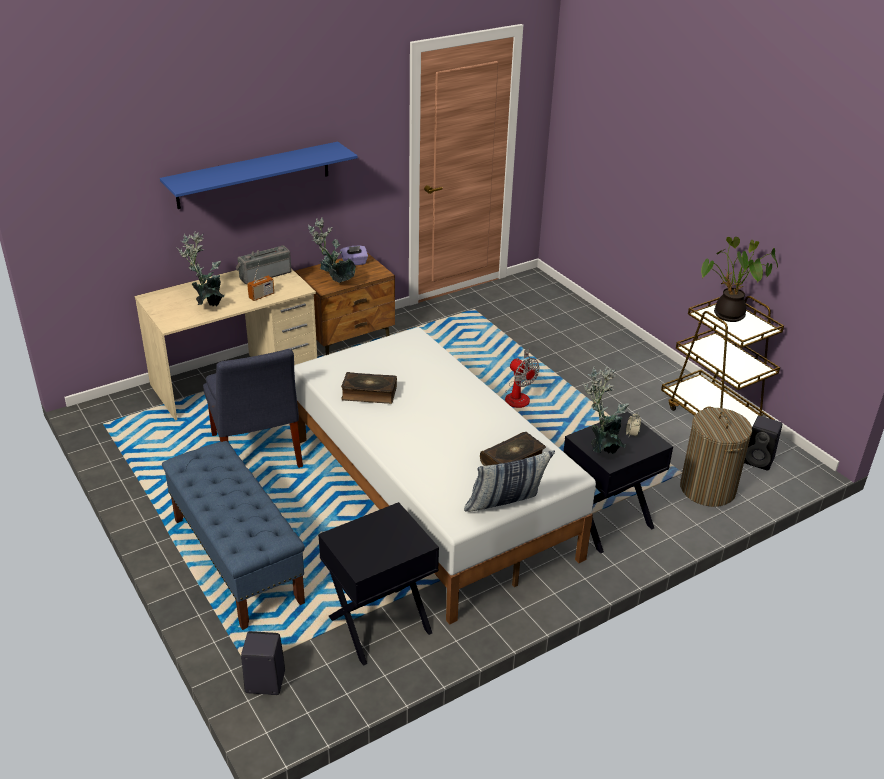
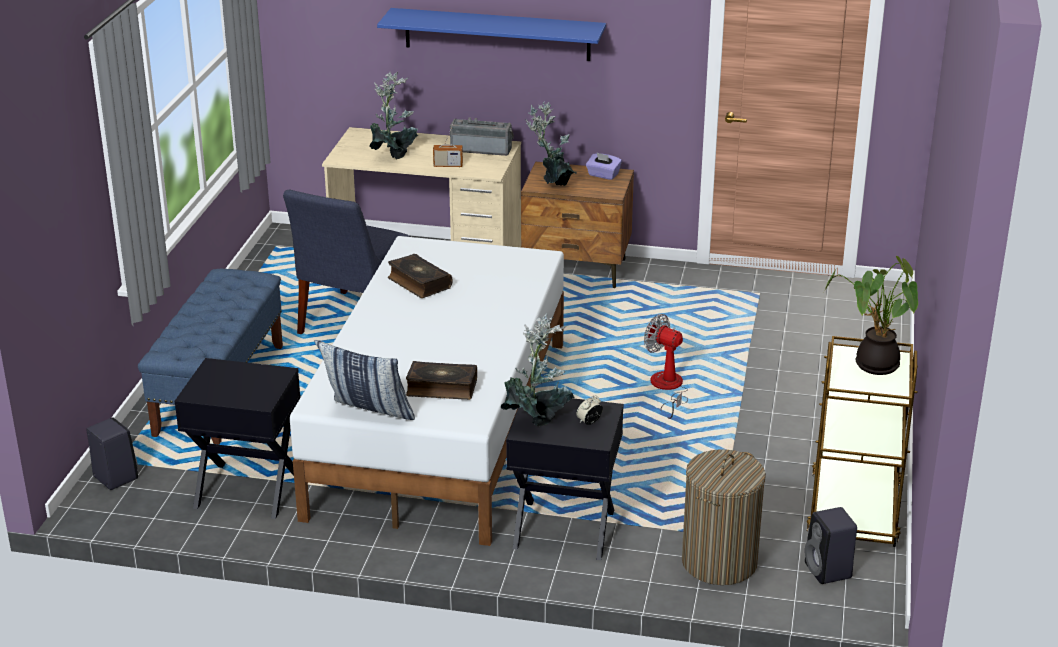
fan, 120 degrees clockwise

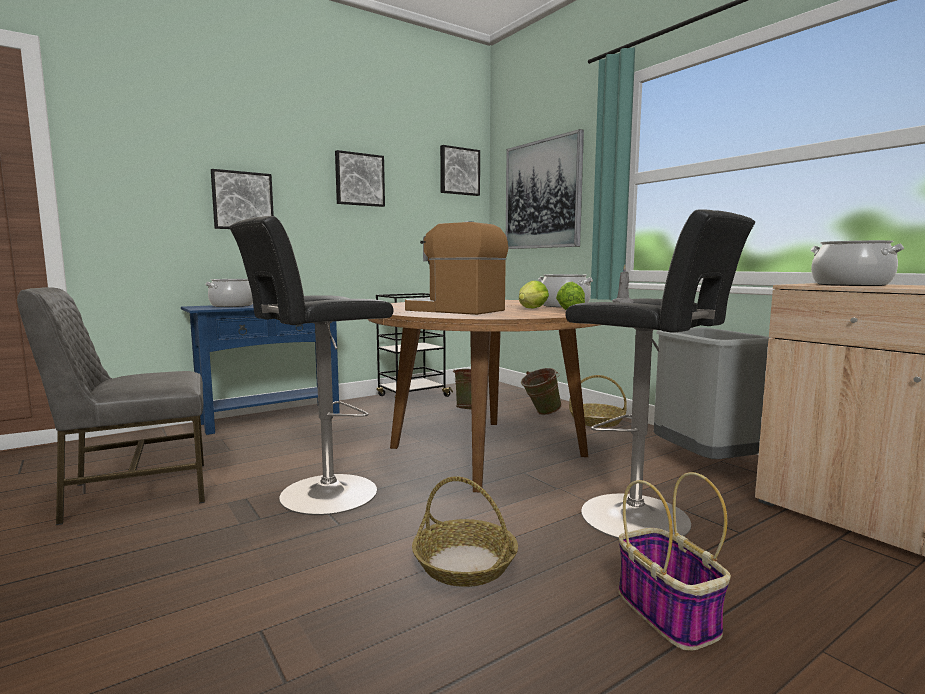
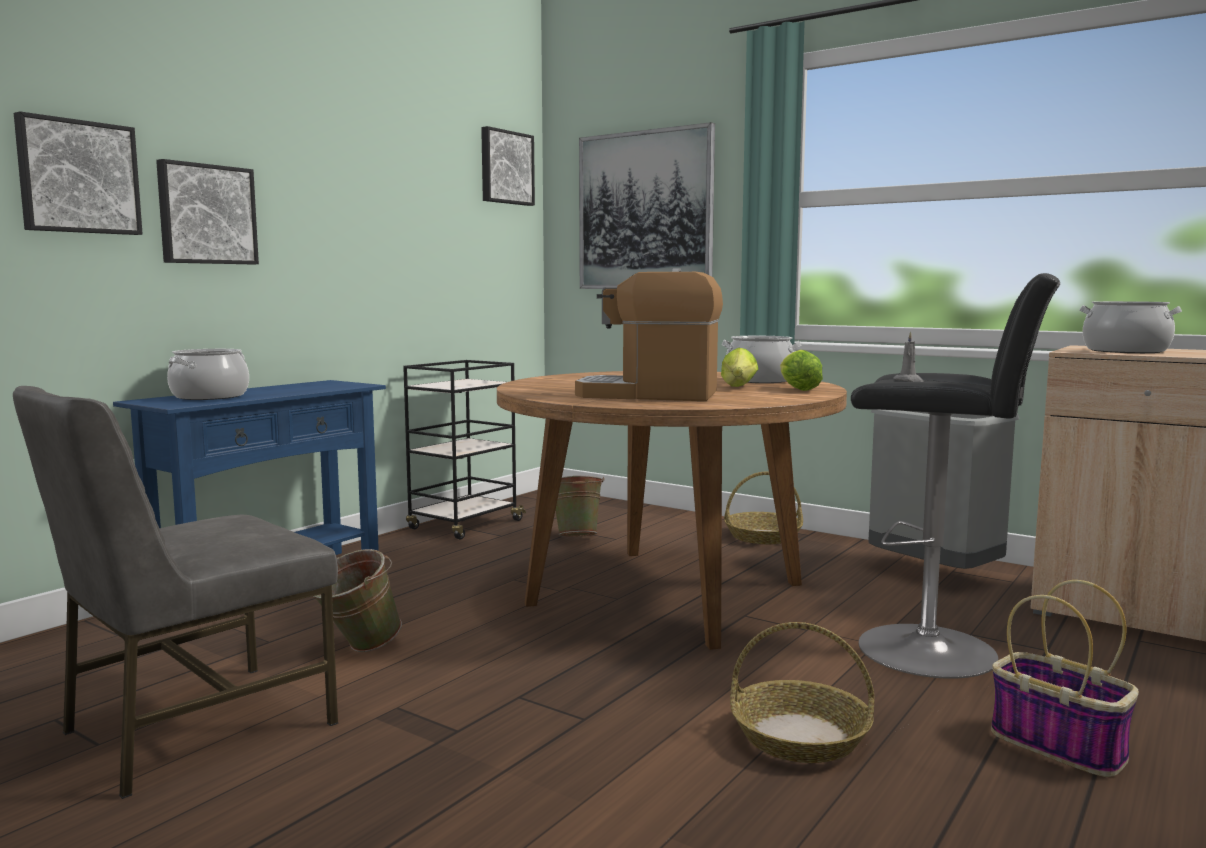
picture (no. 2 from left in the first image) -> picture (no. 1 from left), shifted
green bucket (no. 2 from left in the first image) -> green bucket (no. 1 from left), shifted
black stool (no. 1 from left) -> none

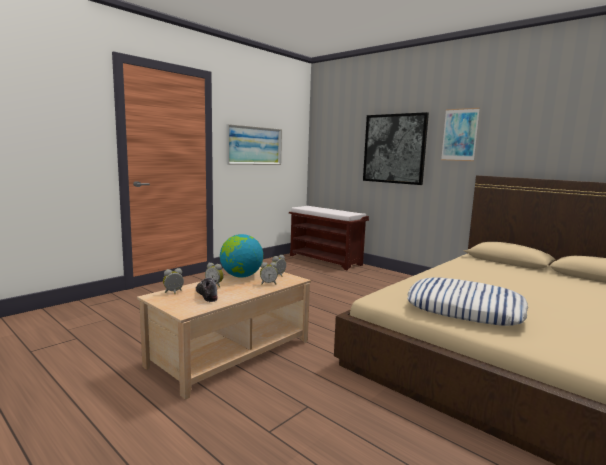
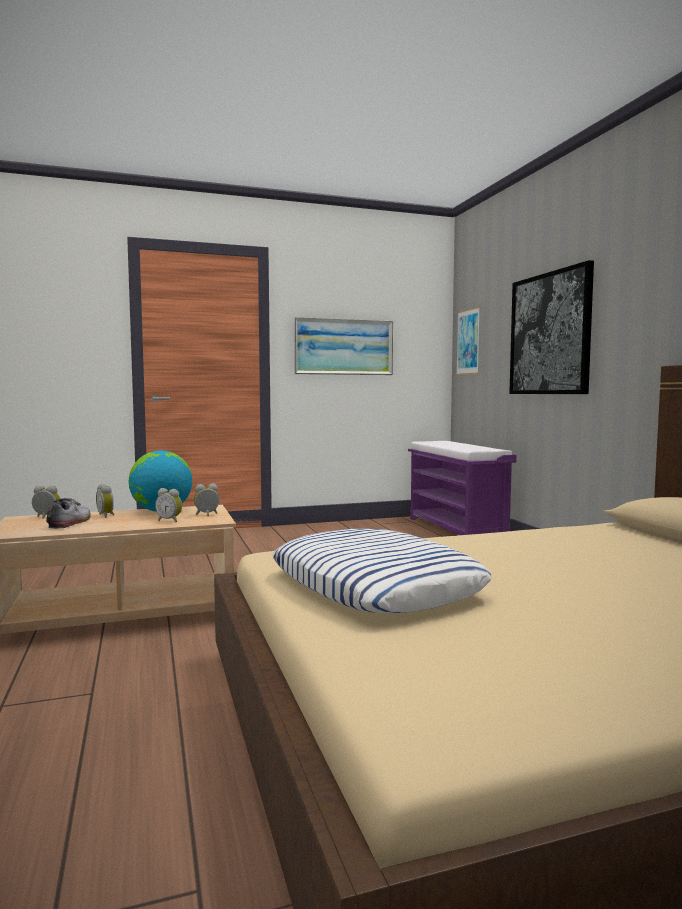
brown bench -> purple bench
picture (no. 3 from left in the first image) -> picture (no. 2 from left), shifted

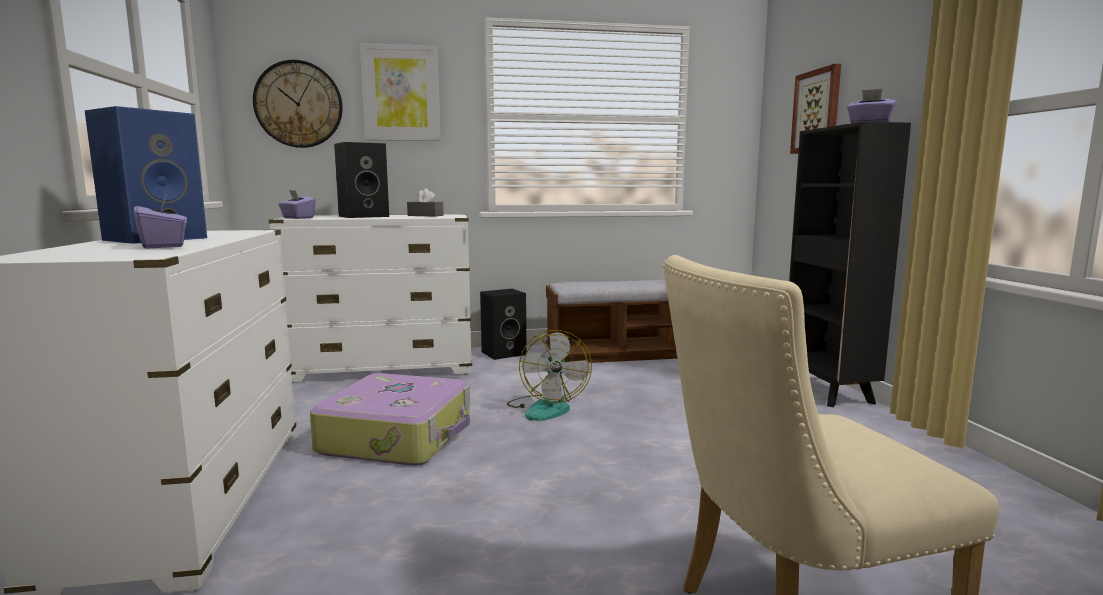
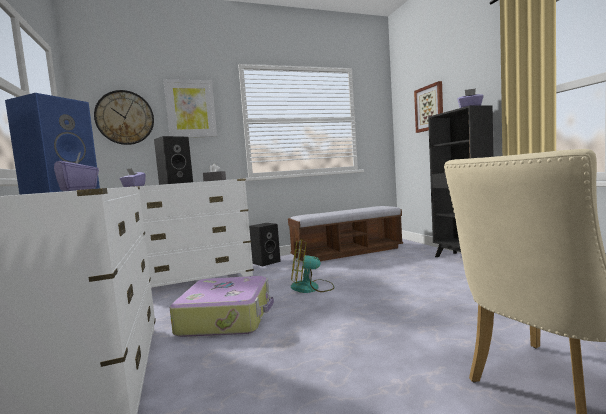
fan, 105 degrees clockwise

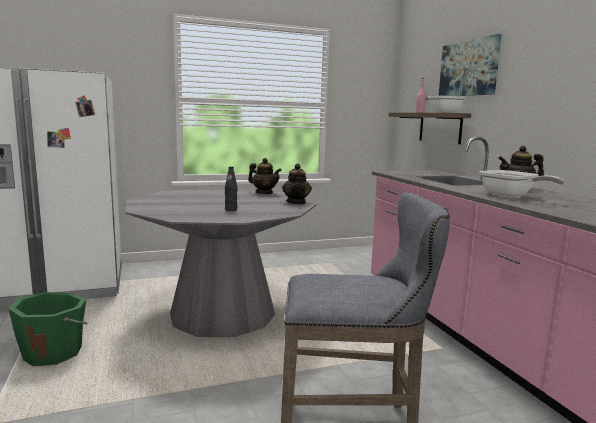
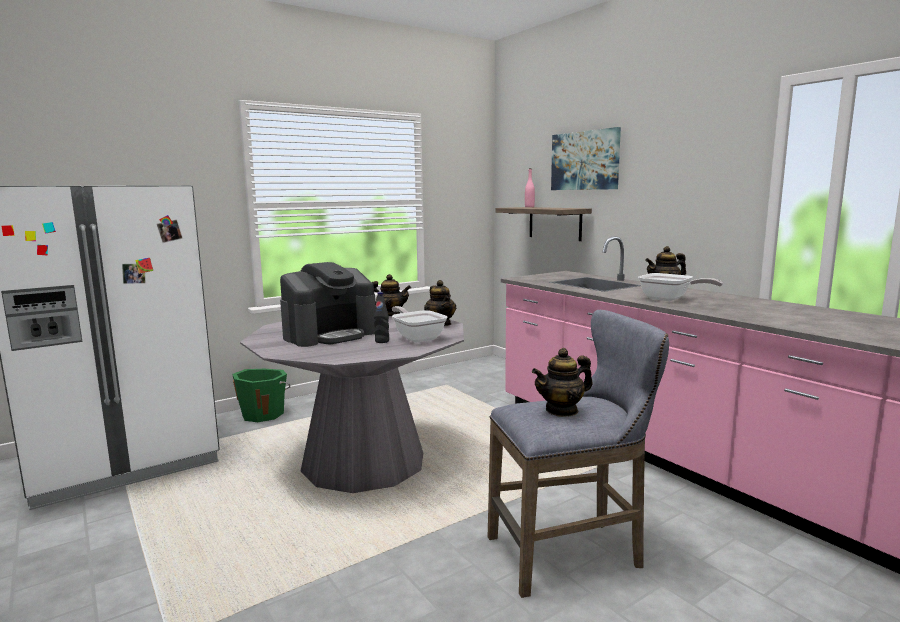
green bucket, shifted
none -> coffee machine
frying pan (no. 1 from left), shifted
none -> teapot (no. 3 from left)

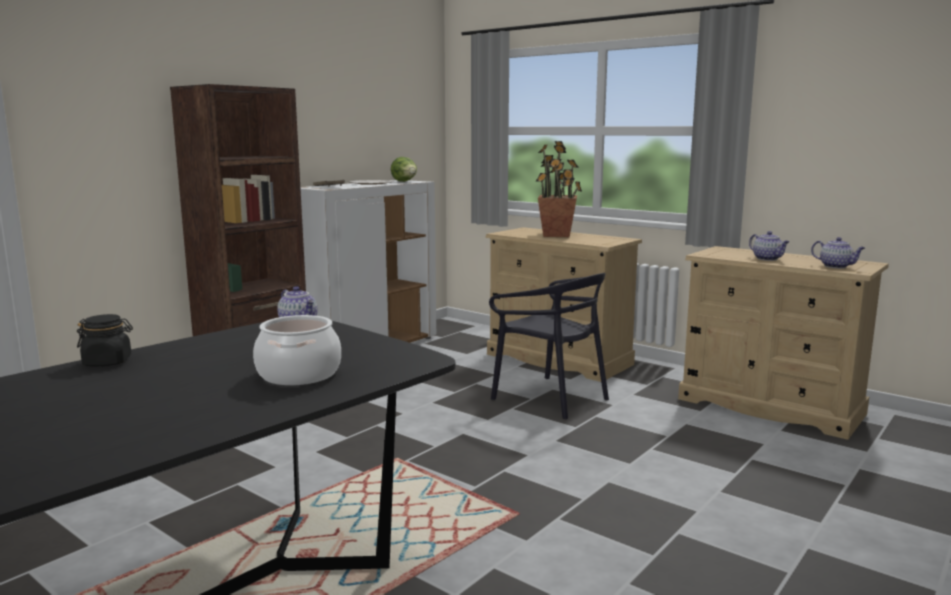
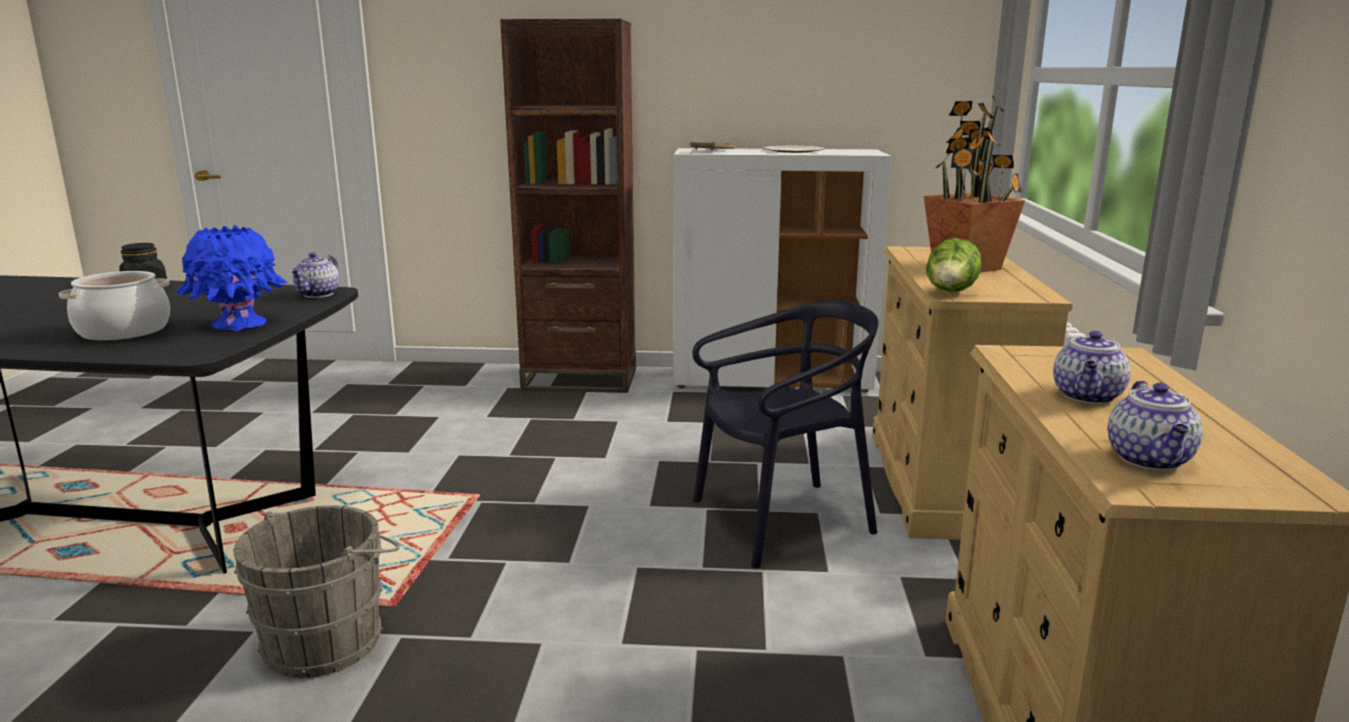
none -> blue vase
none -> grey bucket
black chair, 120 degrees counterclockwise
lettuce, shifted

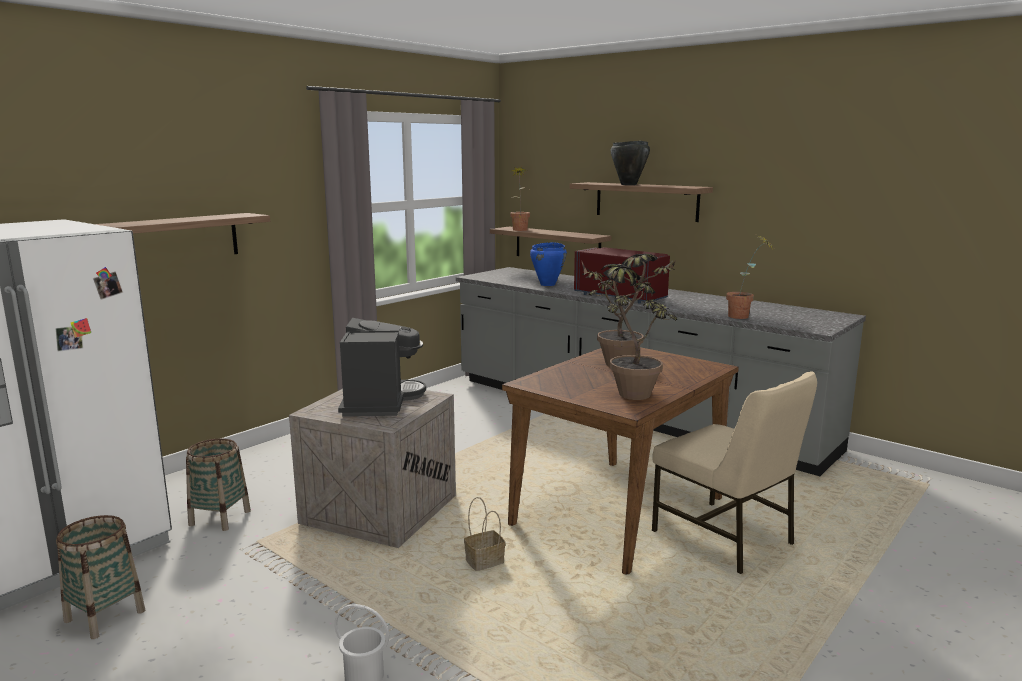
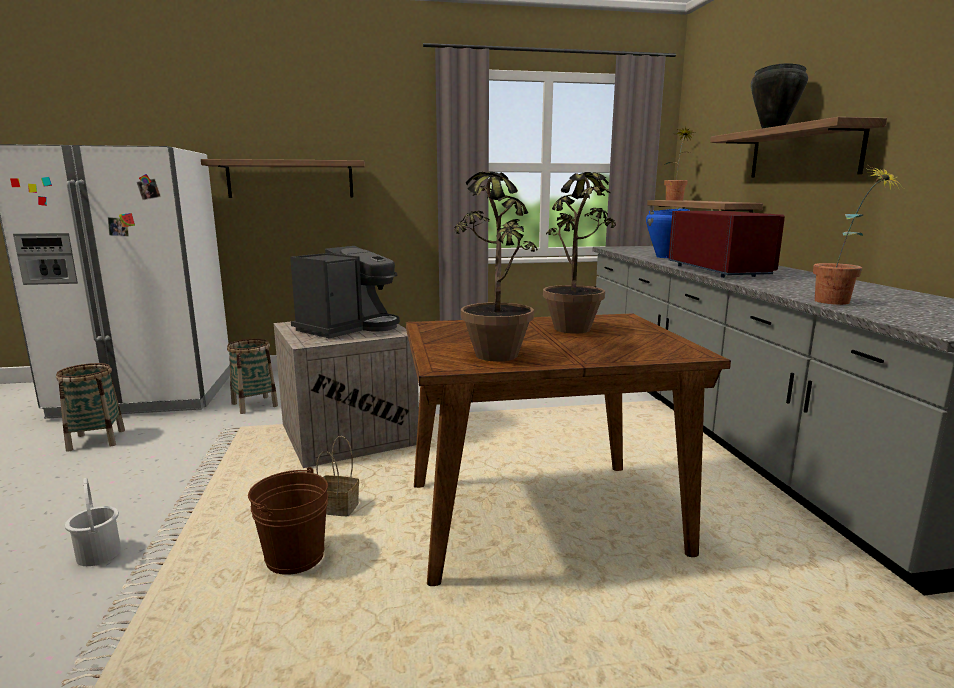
none -> brown bucket
beige chair -> none

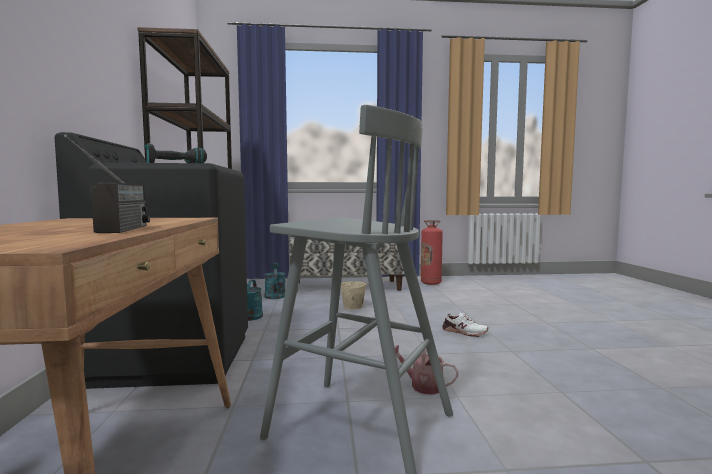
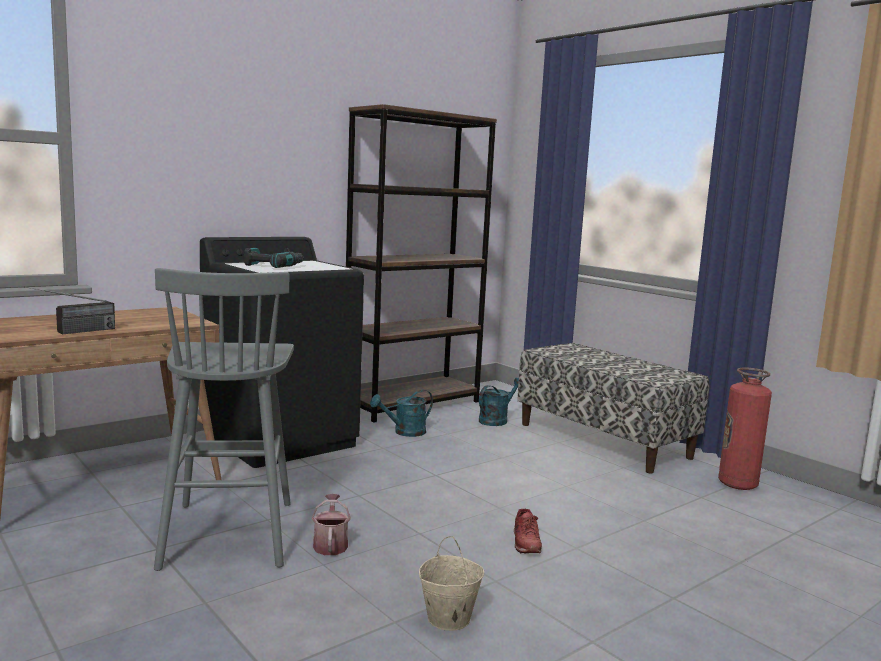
beige bucket, shifted
white shoe -> red shoe

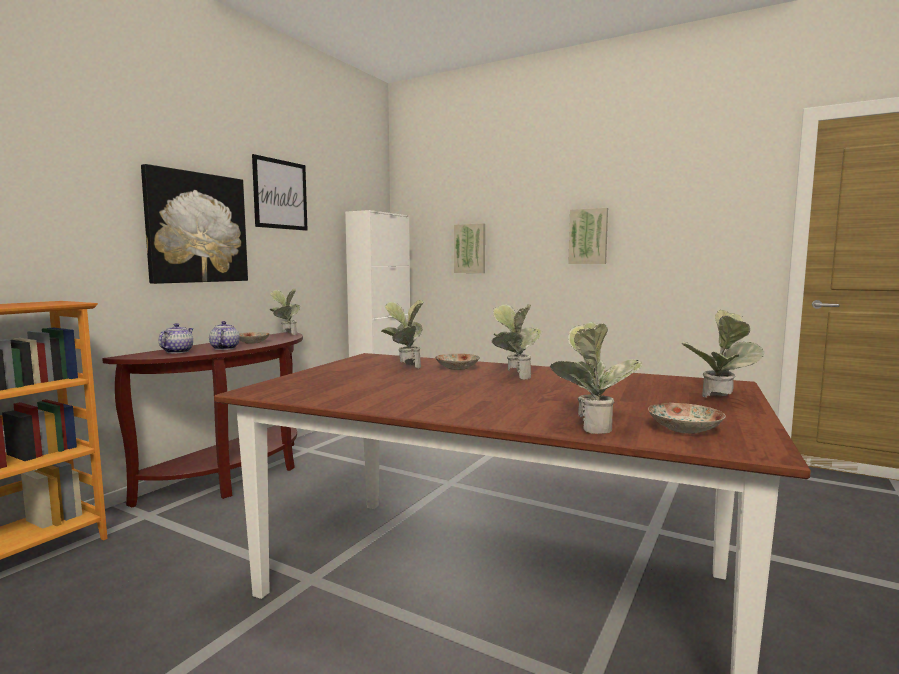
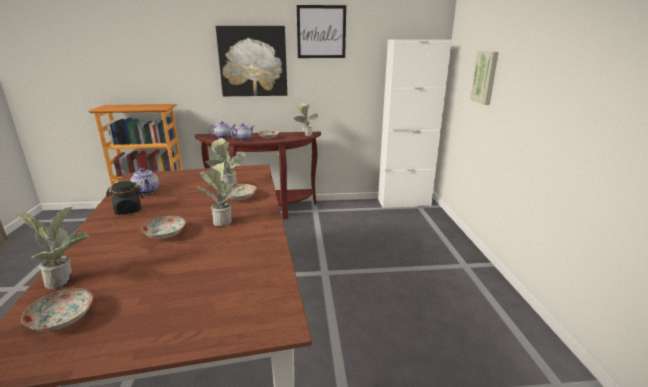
none -> black jar
none -> teapot (no. 1 from left)
none -> plate (no. 2 from left)
picture (no. 4 from left) -> none
potted plant (no. 5 from left) -> none

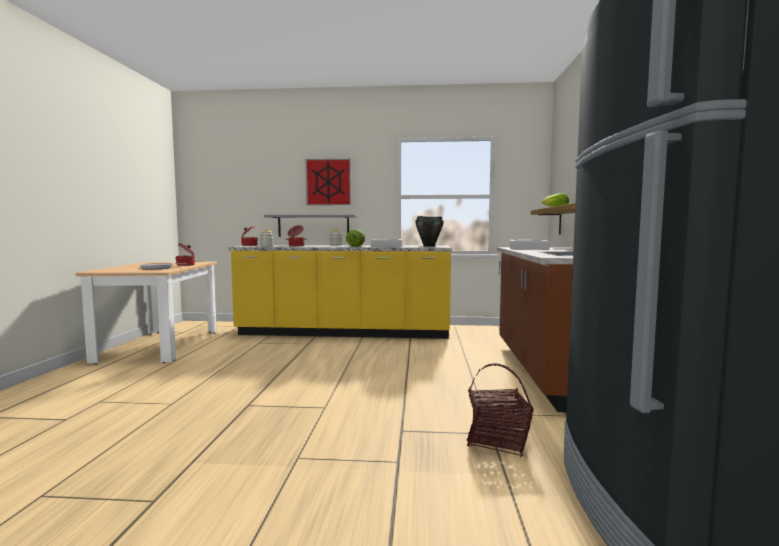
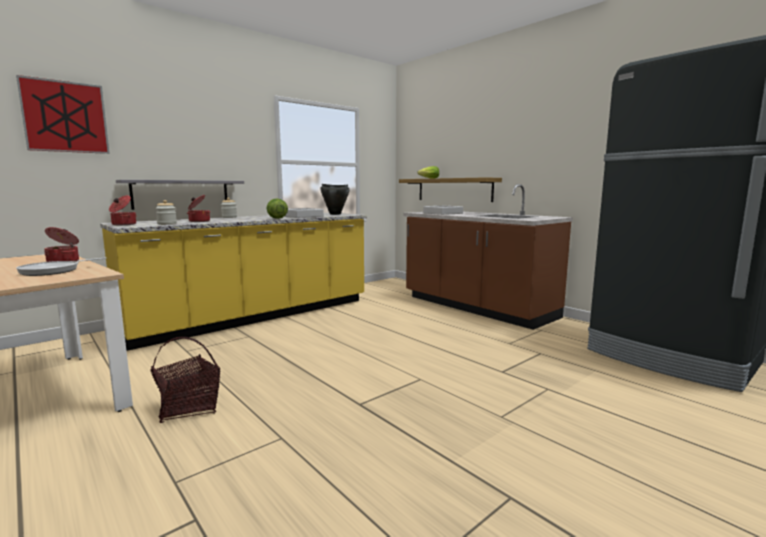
picture, shifted
basket, shifted

